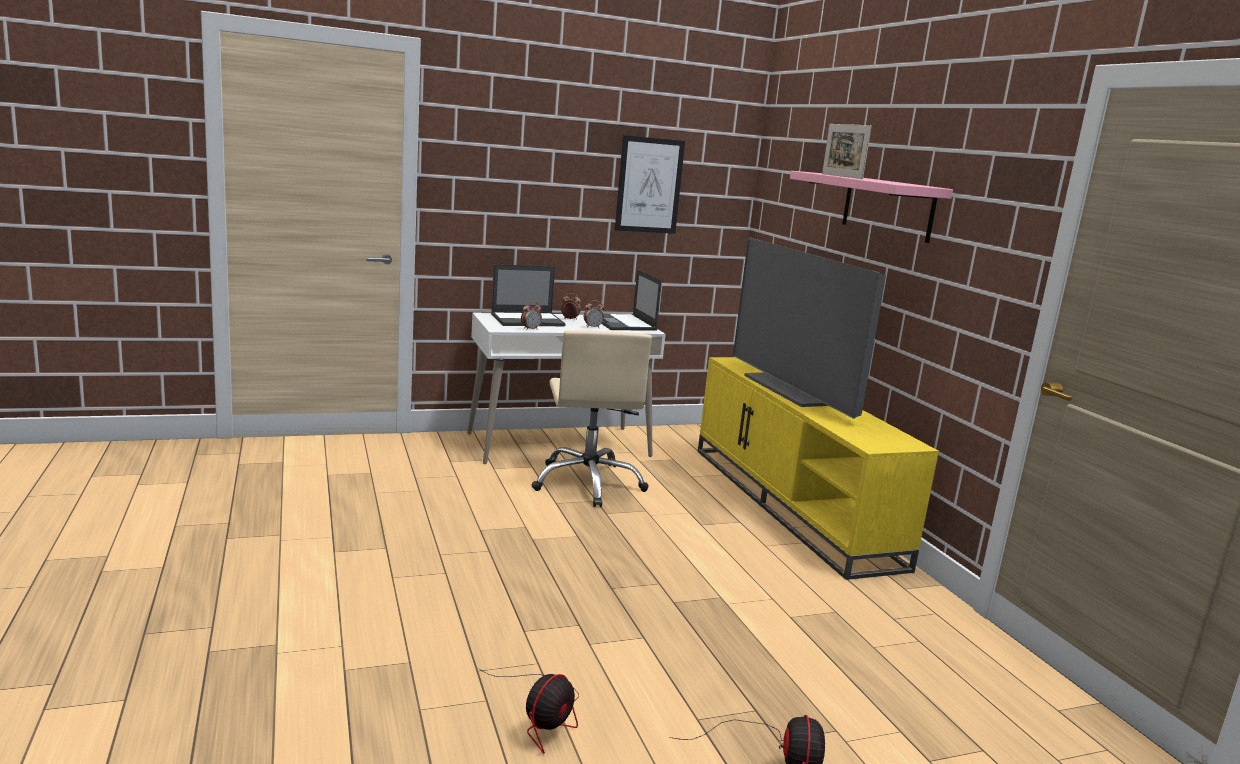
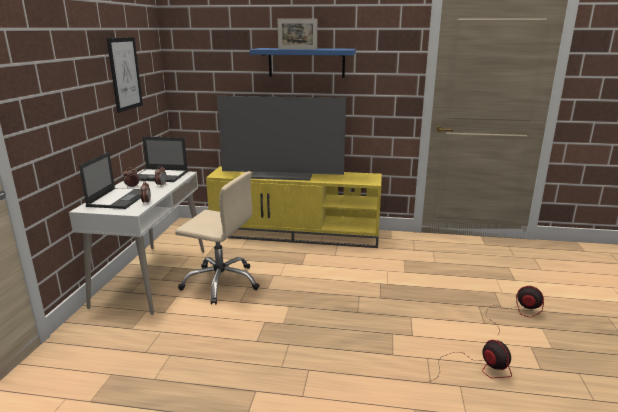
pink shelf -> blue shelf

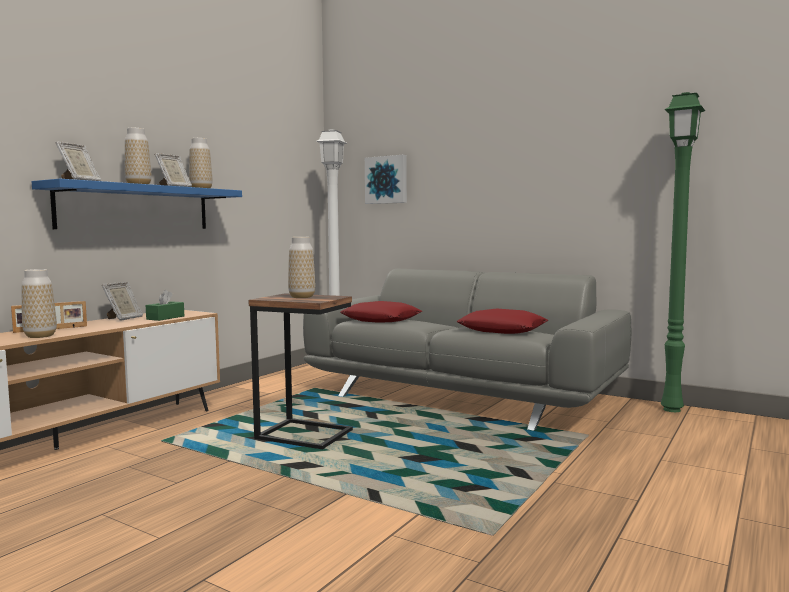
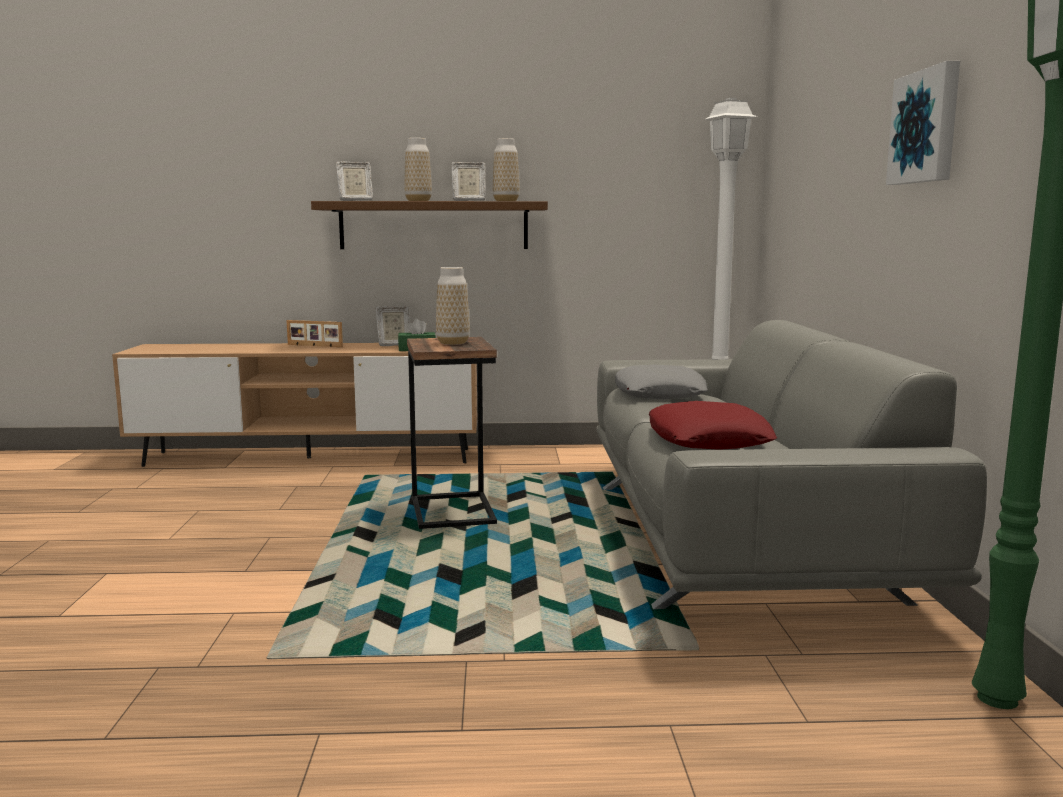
blue shelf -> brown shelf
red pillow (no. 1 from left) -> grey pillow
picture, shifted
vase (no. 1 from left) -> none

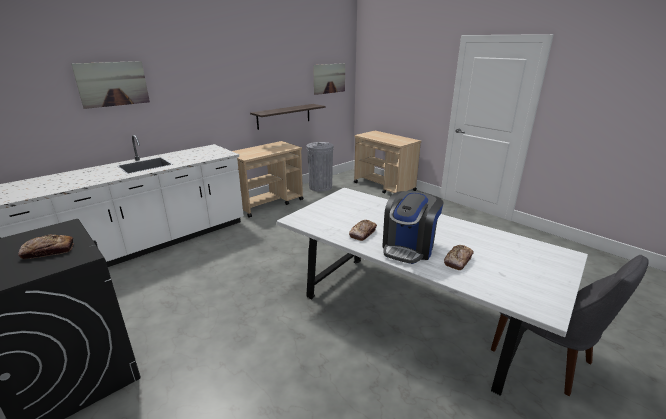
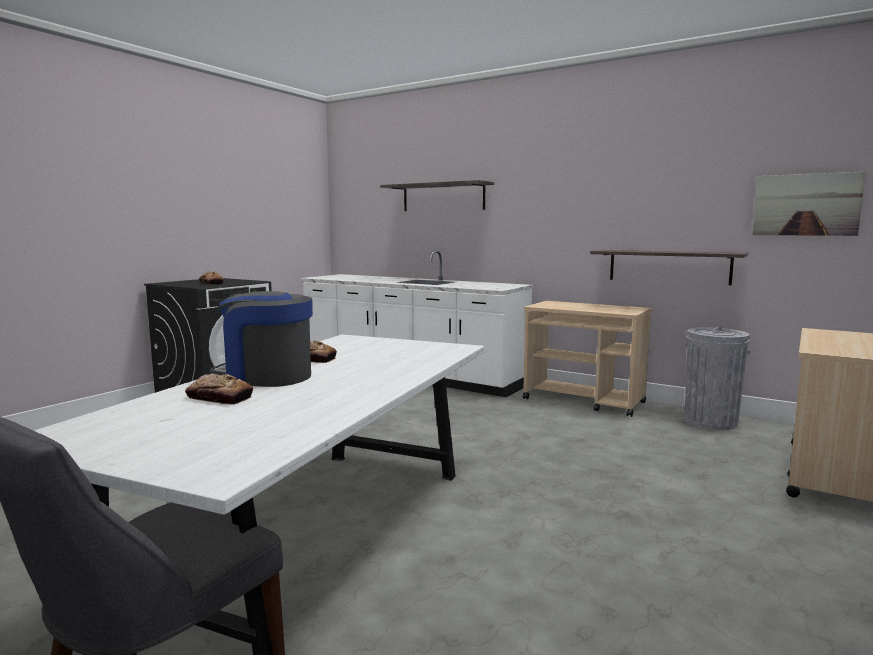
picture (no. 1 from left) -> shelf (no. 1 from left)

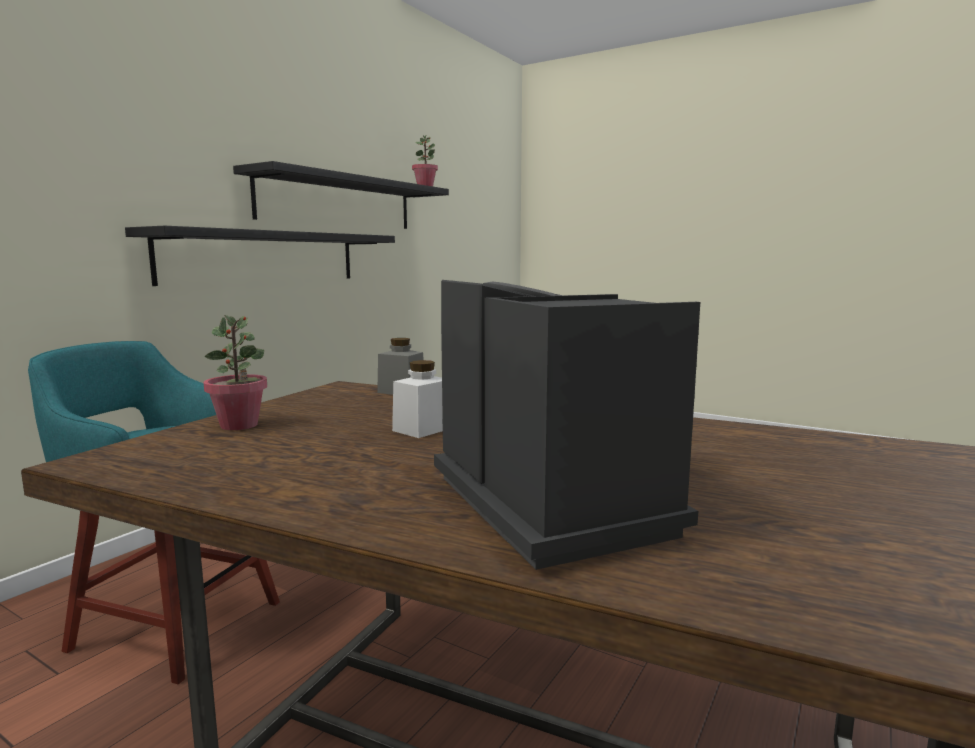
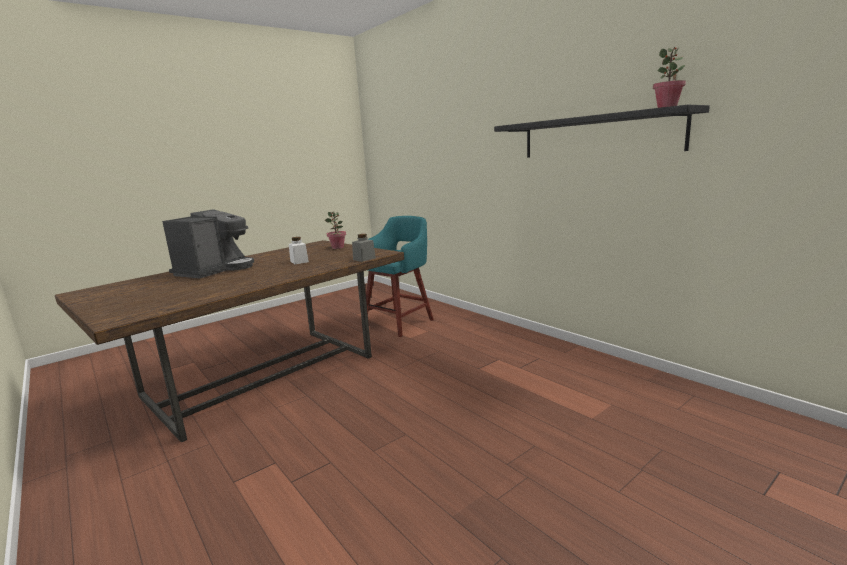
coffee machine, 60 degrees counterclockwise
black shelf (no. 1 from left) -> none

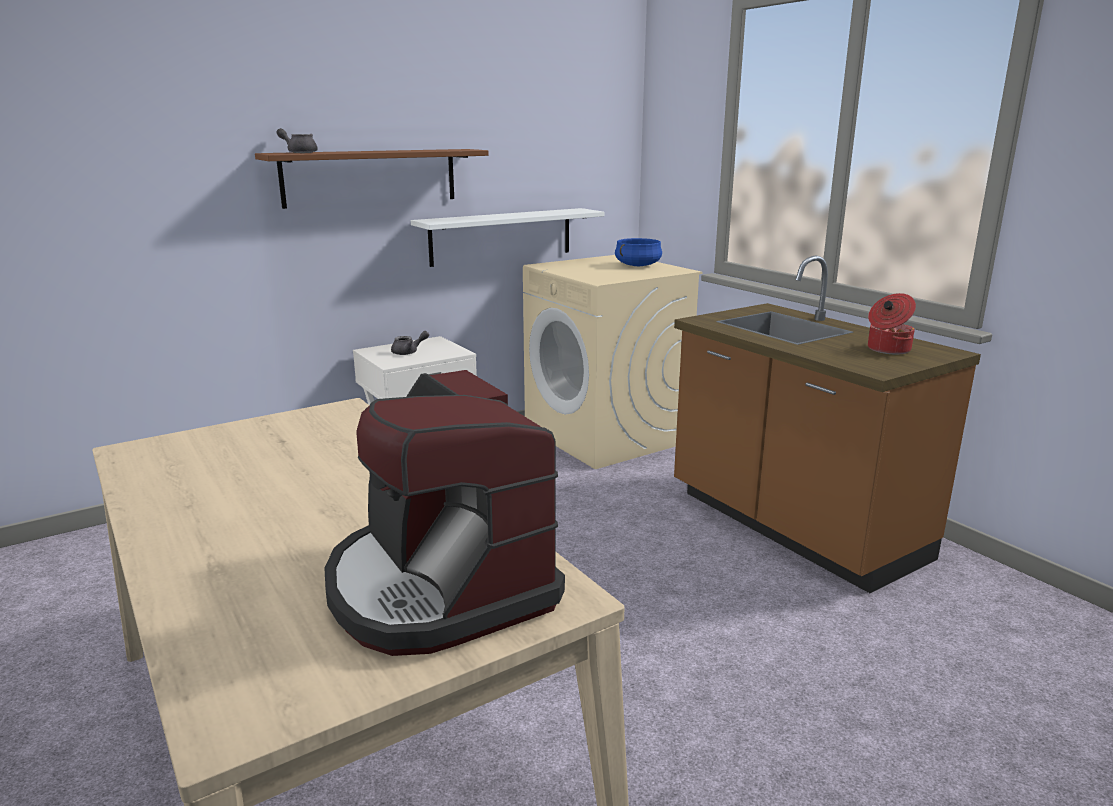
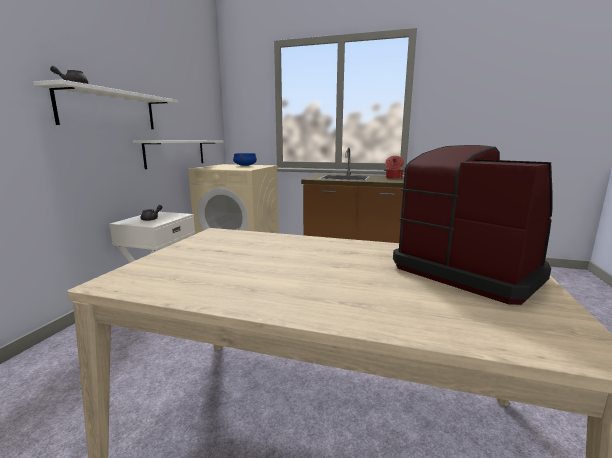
brown shelf -> white shelf (no. 1 from left)
coffee machine, 150 degrees counterclockwise

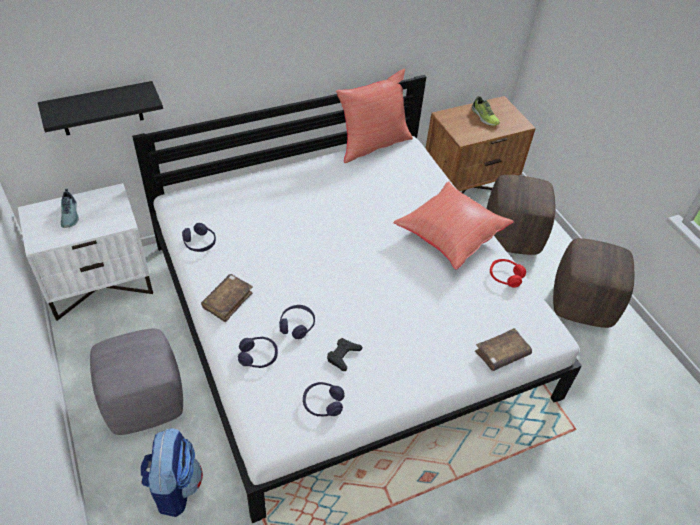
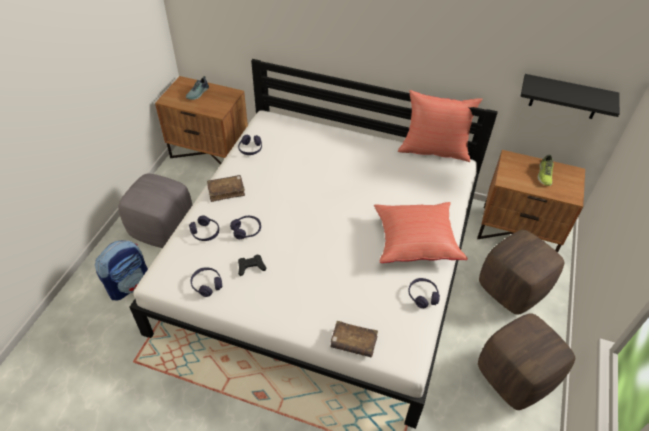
white nightstand -> brown nightstand (no. 1 from left)
red headphones -> purple headphones (no. 5 from left)
black shelf, shifted

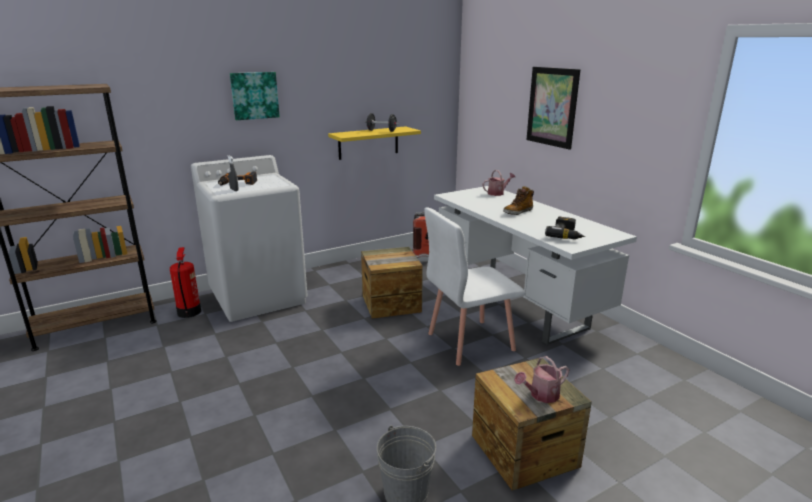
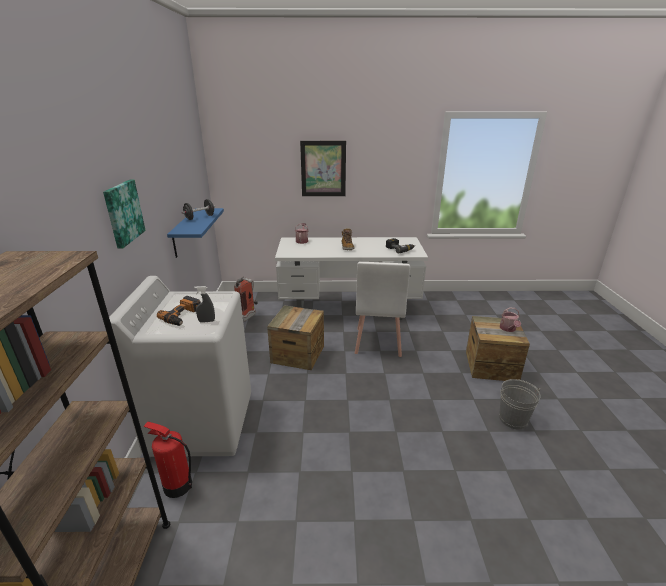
yellow shelf -> blue shelf

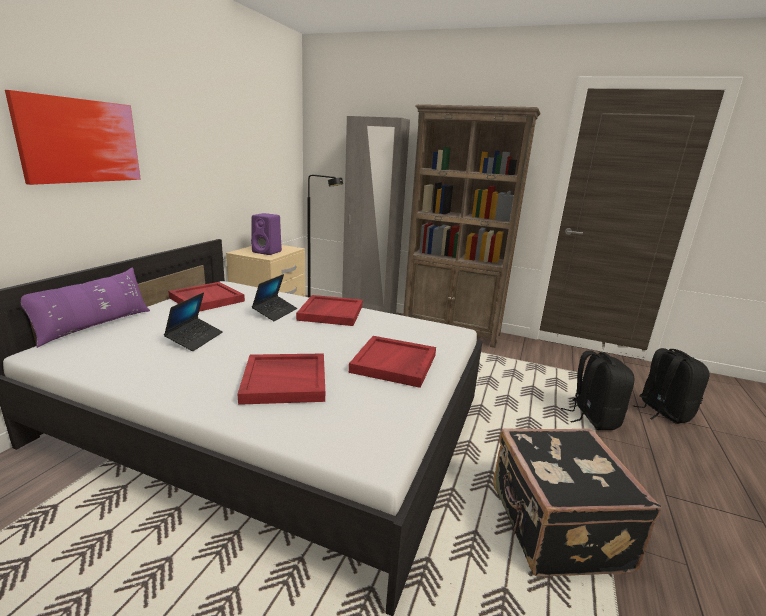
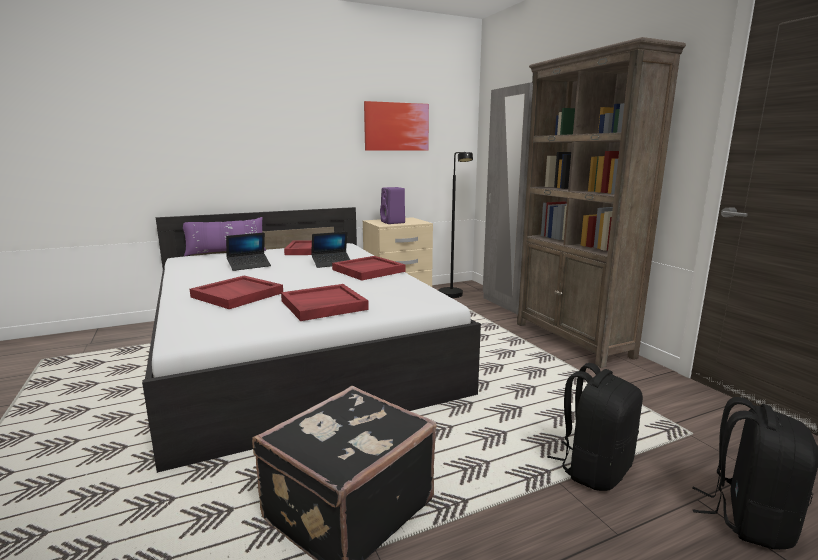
picture, shifted

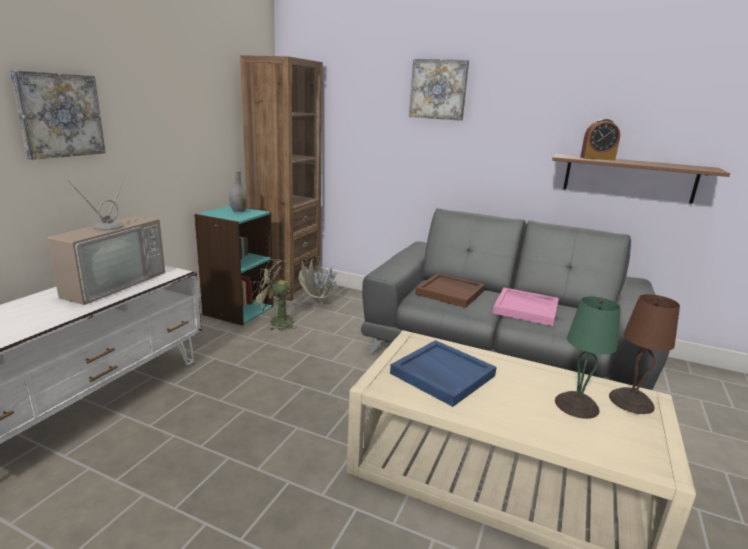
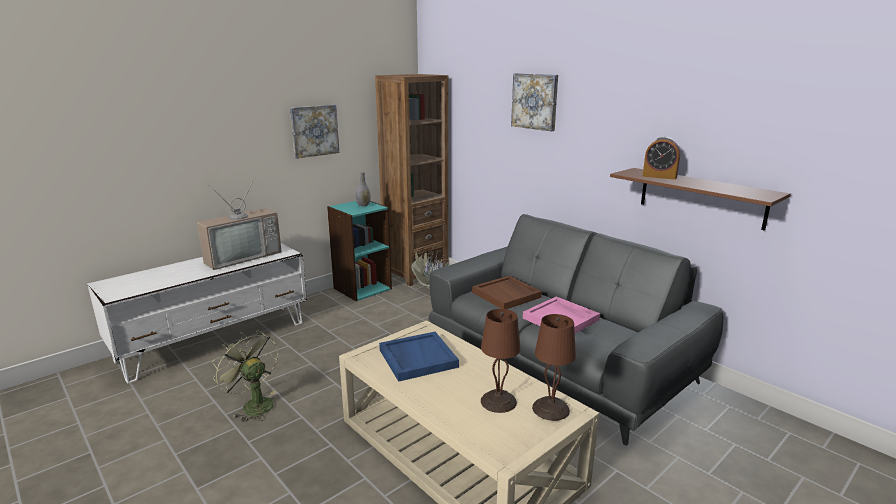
green fan, shifted
picture (no. 1 from left), shifted
green table lamp -> brown table lamp (no. 1 from left)

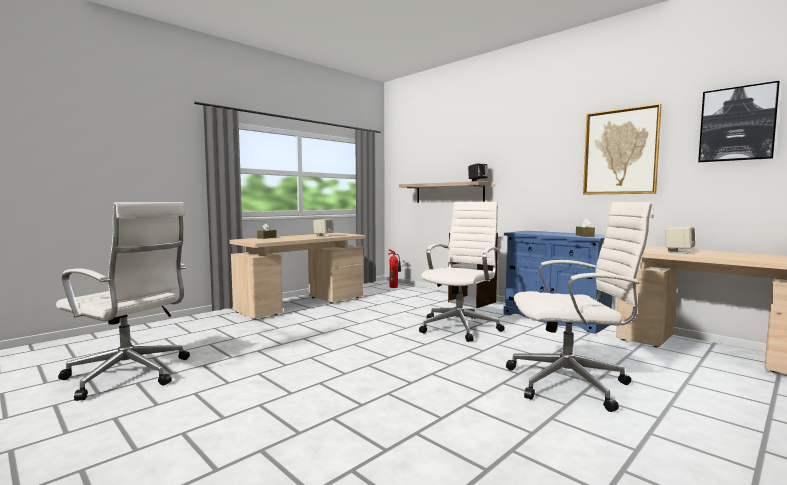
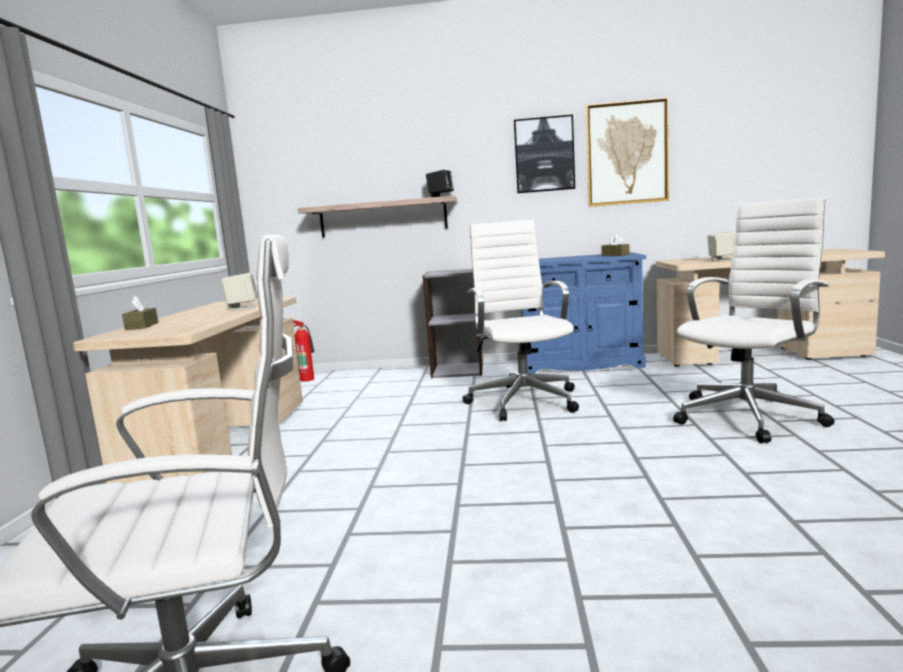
picture (no. 2 from left in the first image) -> picture (no. 1 from left), shifted

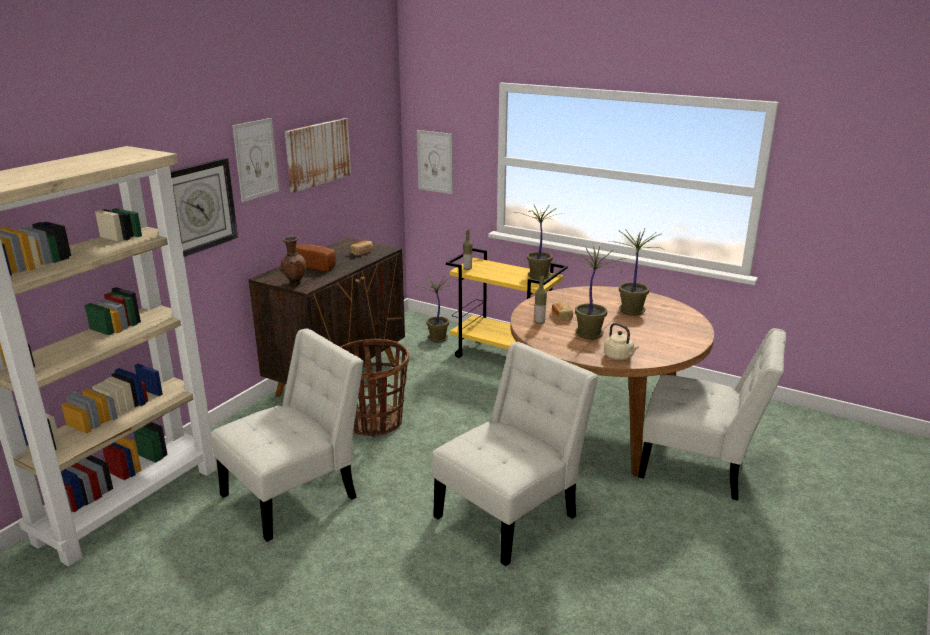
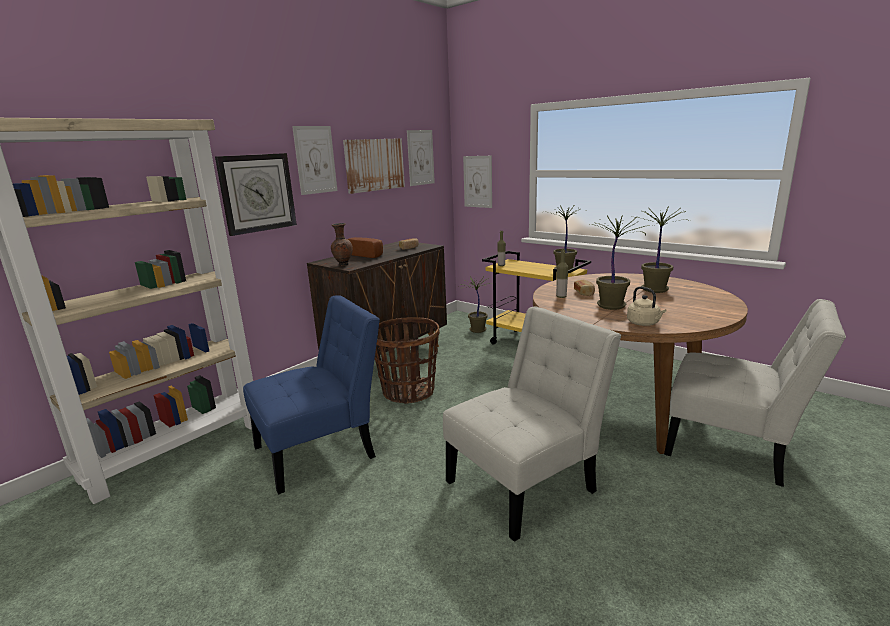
white chair (no. 1 from left) -> blue chair
none -> picture (no. 3 from left)

